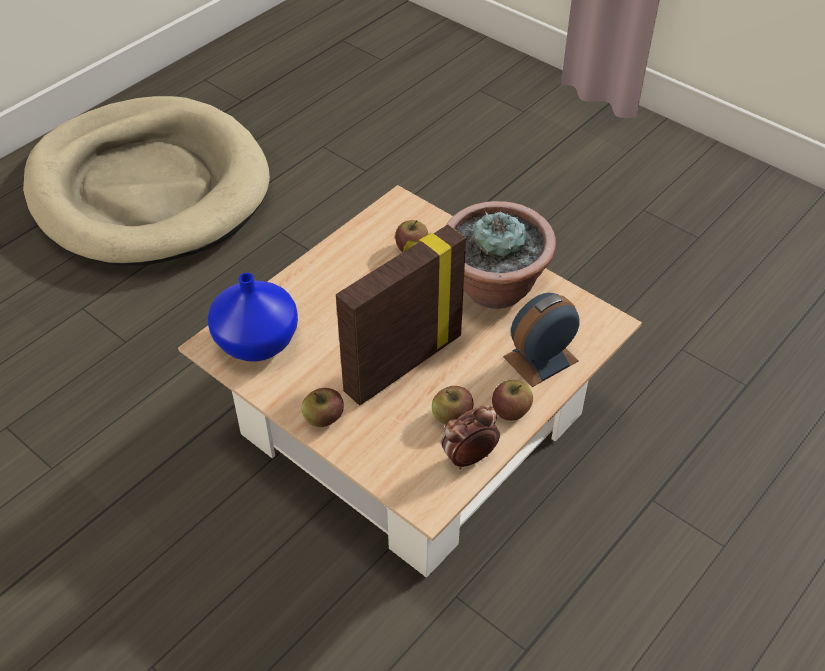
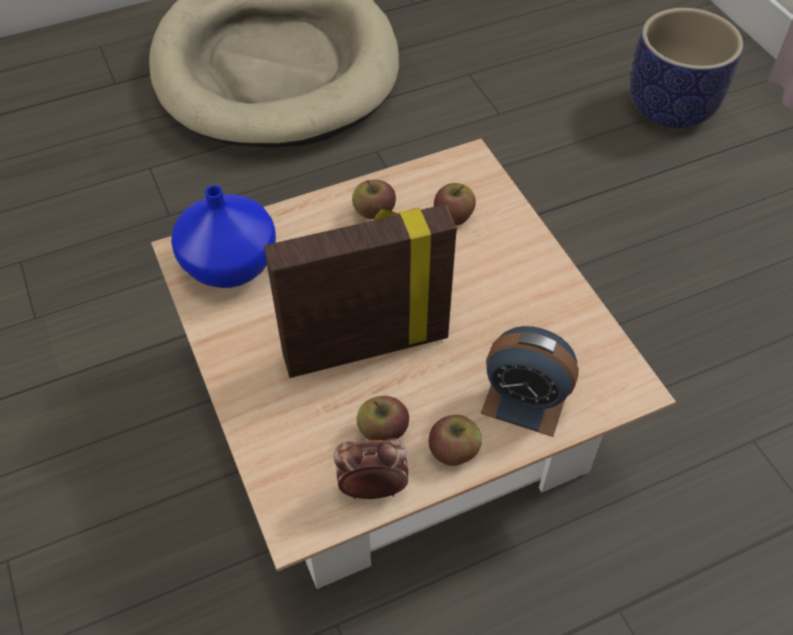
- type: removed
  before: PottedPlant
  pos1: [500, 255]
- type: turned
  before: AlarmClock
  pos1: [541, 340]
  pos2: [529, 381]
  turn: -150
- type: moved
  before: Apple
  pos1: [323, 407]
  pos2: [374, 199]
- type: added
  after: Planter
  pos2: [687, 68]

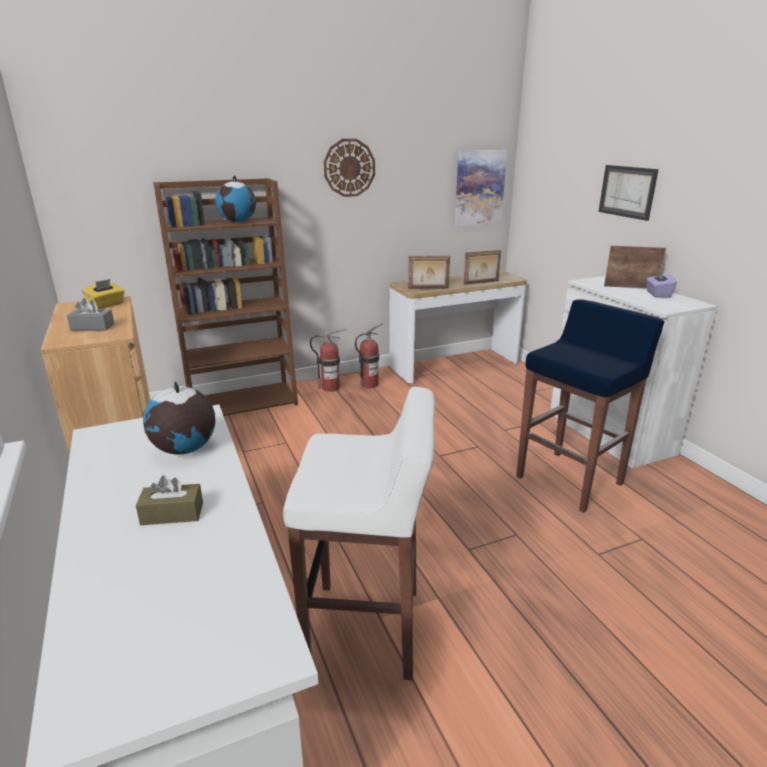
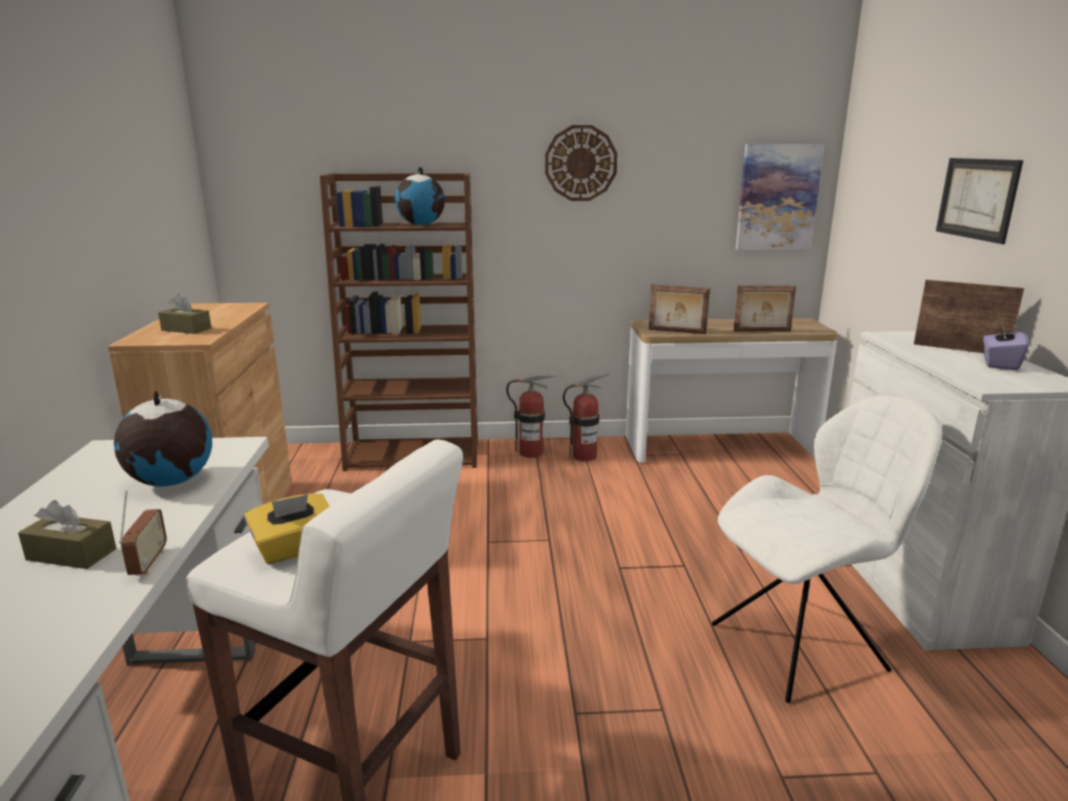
- type: moved
  before: YellowTissueBox
  pos1: [103, 294]
  pos2: [287, 529]
- type: recoloured
  before: GreyTissueBox
  after: BrownTissueBox
  pos1: [90, 314]
  pos2: [185, 314]
- type: replaced
  before: BlueStool
  after: WhiteChair
  pos1: [590, 406]
  pos2: [827, 549]
- type: added
  after: Radio
  pos2: [143, 533]

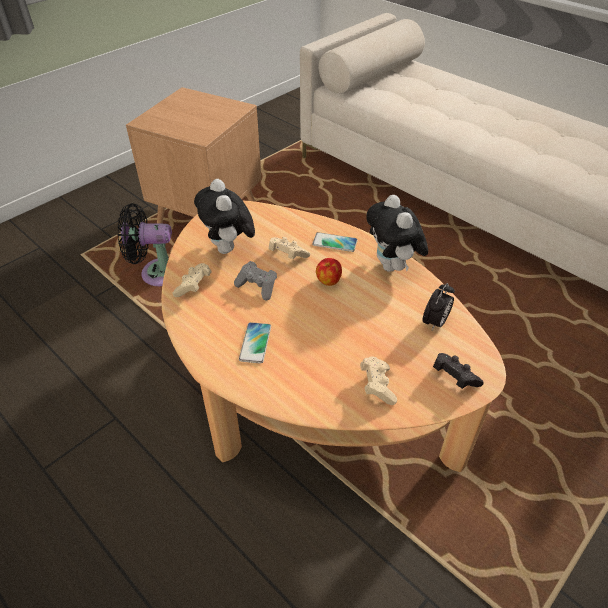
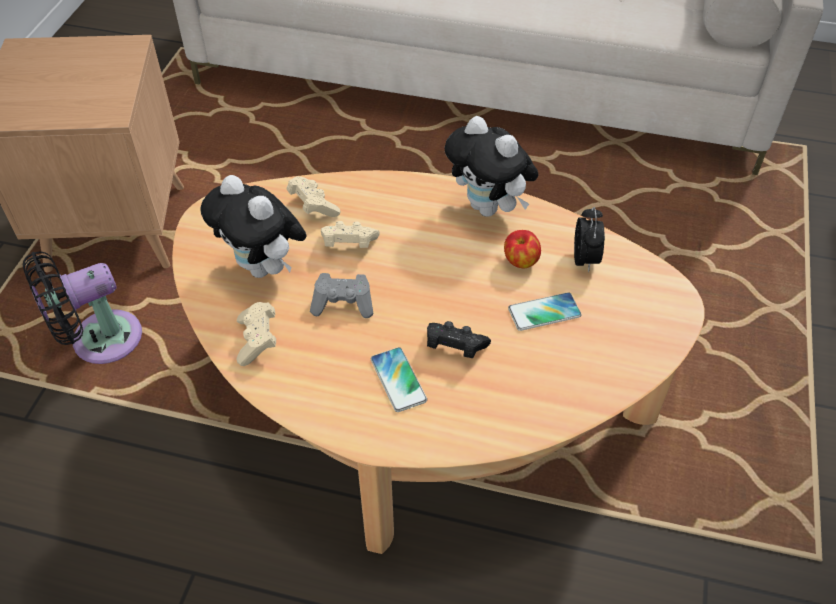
- type: moved
  before: Phone
  pos1: [335, 242]
  pos2: [545, 311]
- type: moved
  before: Apple
  pos1: [329, 272]
  pos2: [522, 249]
- type: moved
  before: BlackGameController
  pos1: [458, 371]
  pos2: [459, 339]
- type: moved
  before: BeigeGameController
  pos1: [378, 380]
  pos2: [313, 196]

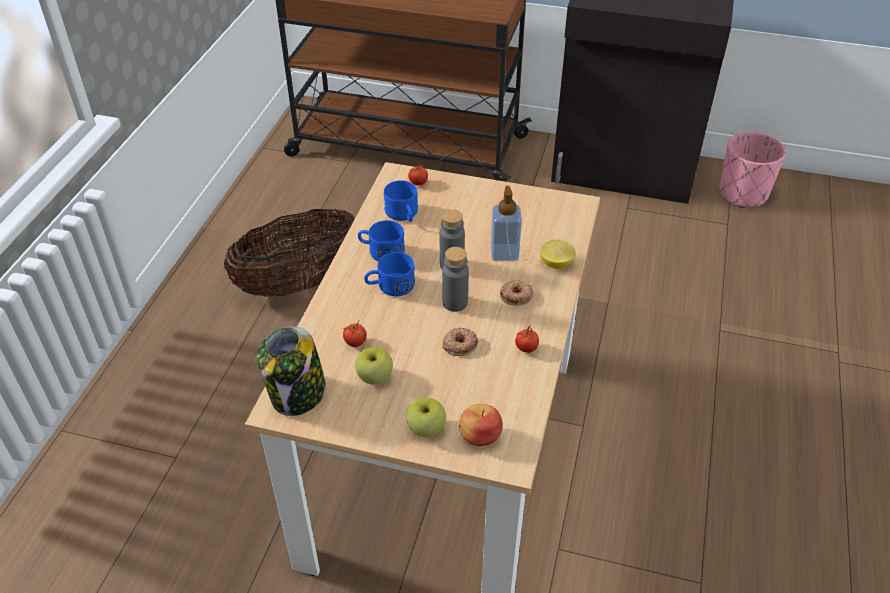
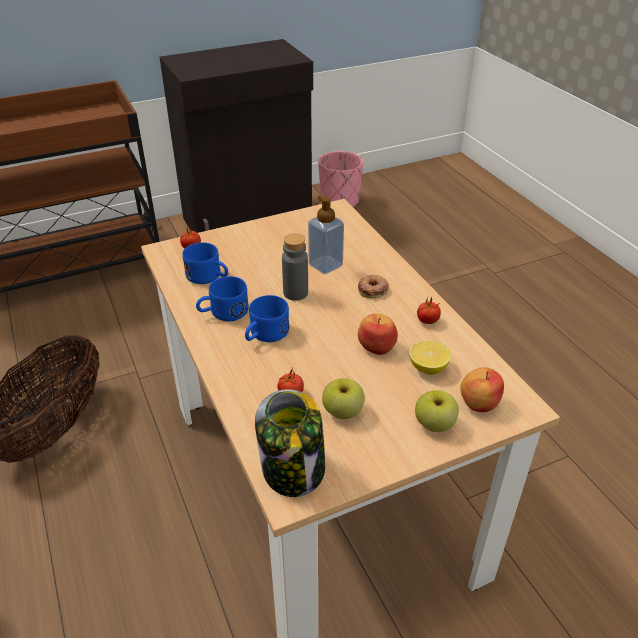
- type: moved
  before: Lemon
  pos1: [558, 254]
  pos2: [430, 357]
- type: removed
  before: GreyBottle
  pos1: [455, 279]
- type: replaced
  before: Donut
  after: Apple
  pos1: [460, 342]
  pos2: [378, 334]

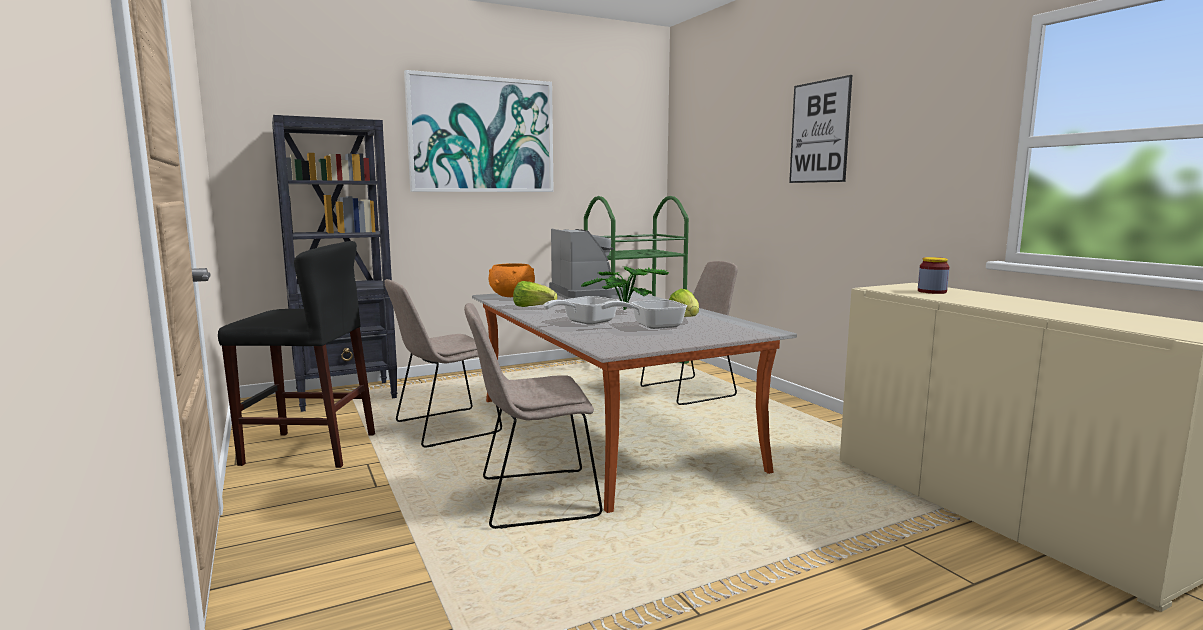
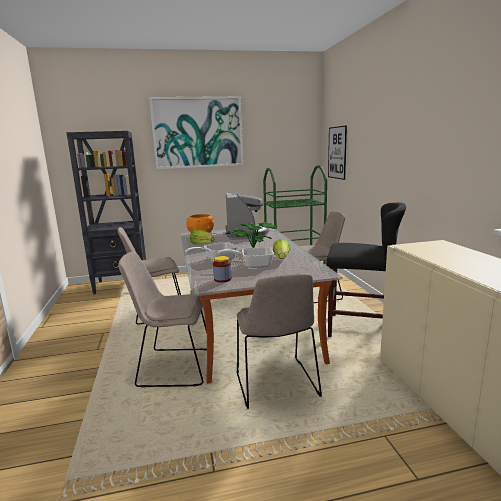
- type: moved
  before: Picture
  pos1: [820, 129]
  pos2: [337, 152]
- type: moved
  before: BlackStool
  pos1: [296, 354]
  pos2: [366, 269]
- type: moved
  before: Jar
  pos1: [933, 275]
  pos2: [222, 269]
- type: added
  after: BeigeChair
  pos2: [279, 341]

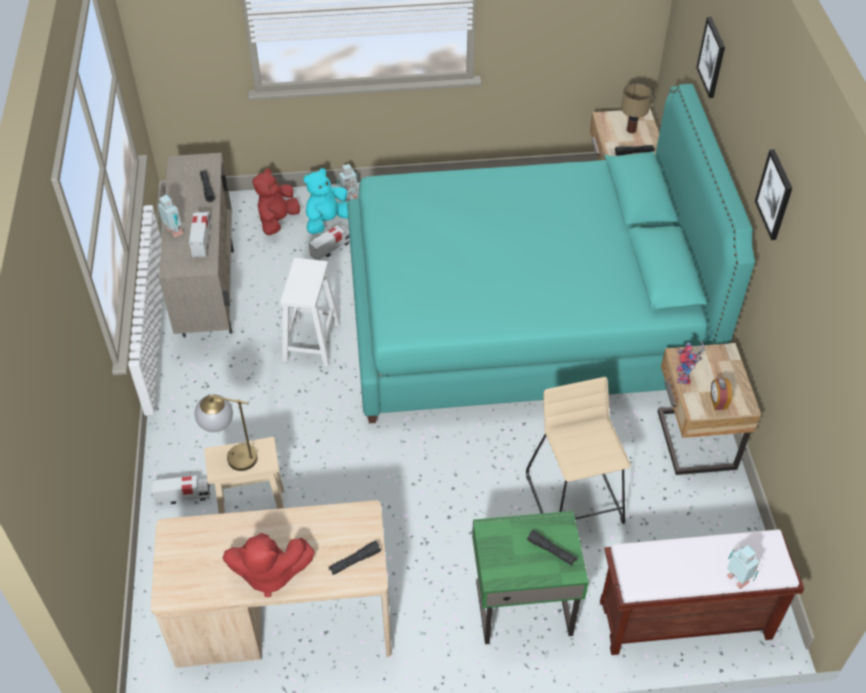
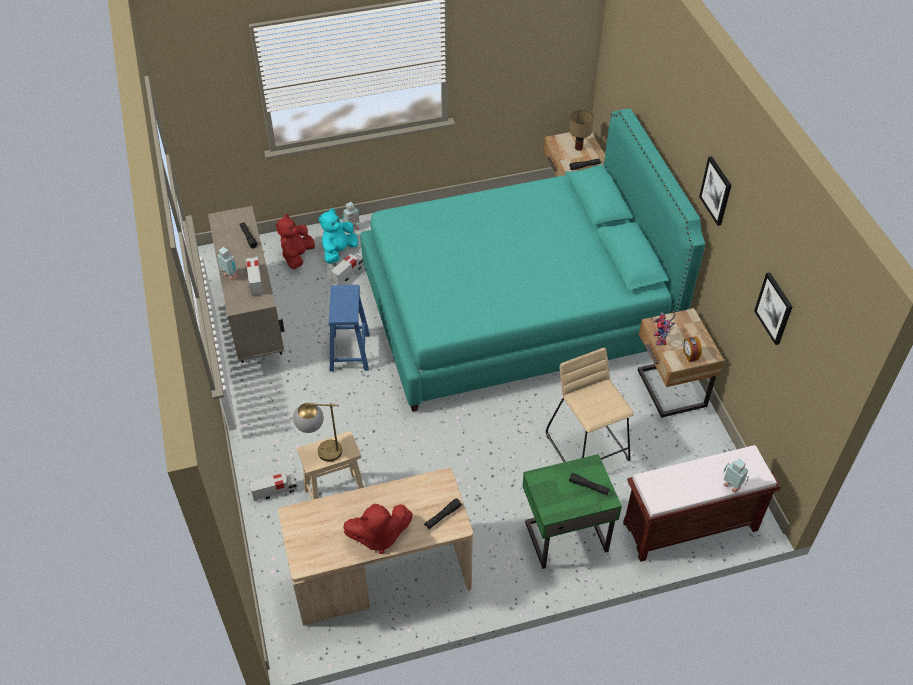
- type: moved
  before: Picture
  pos1: [710, 57]
  pos2: [773, 308]
- type: recoloured
  before: WhiteStool
  after: BlueStool
  pos1: [310, 312]
  pos2: [349, 328]

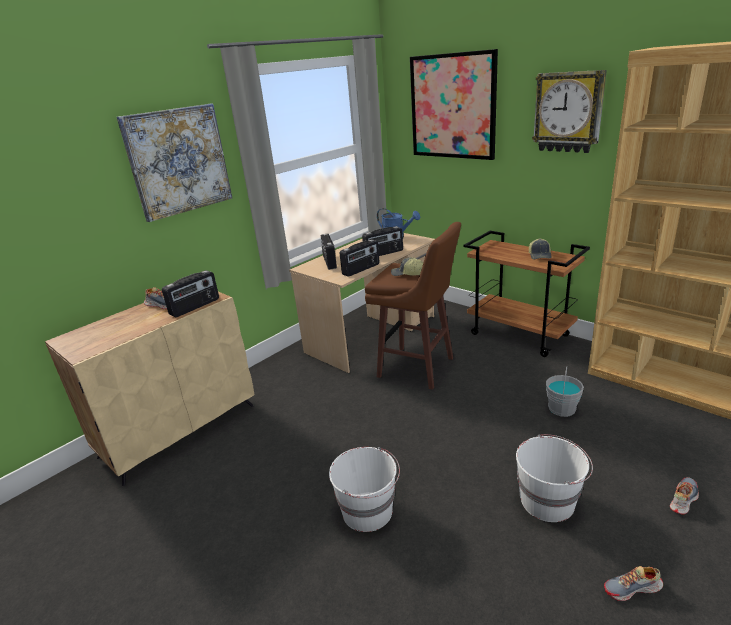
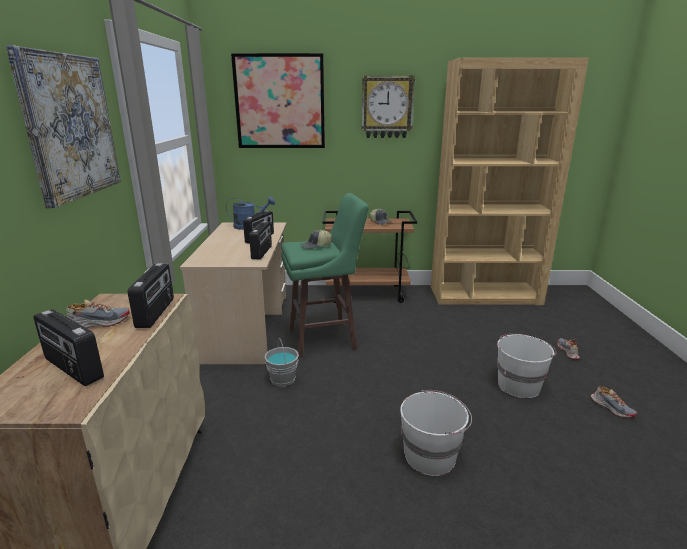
- type: recoloured
  before: BrownStool
  after: GreenStool
  pos1: [413, 306]
  pos2: [325, 275]
- type: moved
  before: Radio
  pos1: [329, 252]
  pos2: [69, 347]
- type: moved
  before: GreyBucket
  pos1: [565, 392]
  pos2: [281, 362]
- type: turned
  before: Shoe
  pos1: [633, 583]
  pos2: [614, 402]
  turn: -75

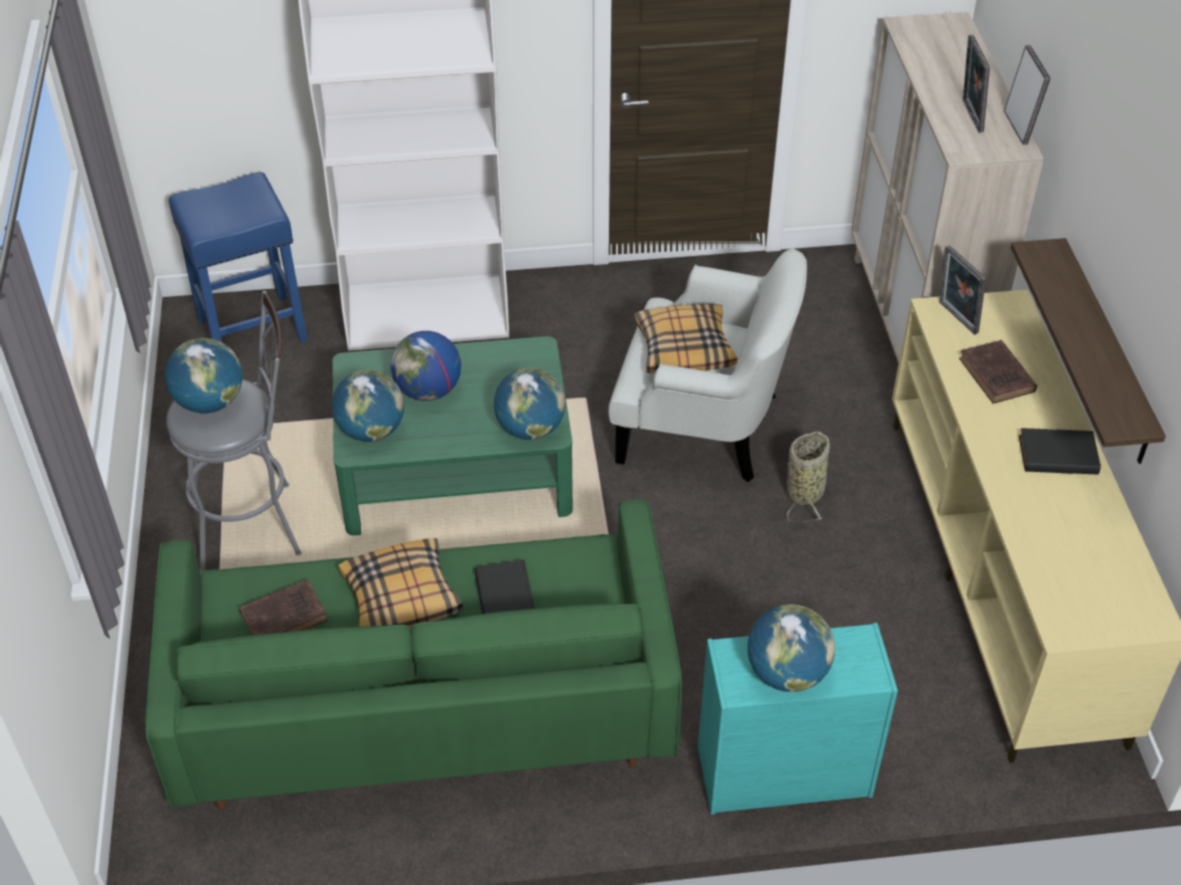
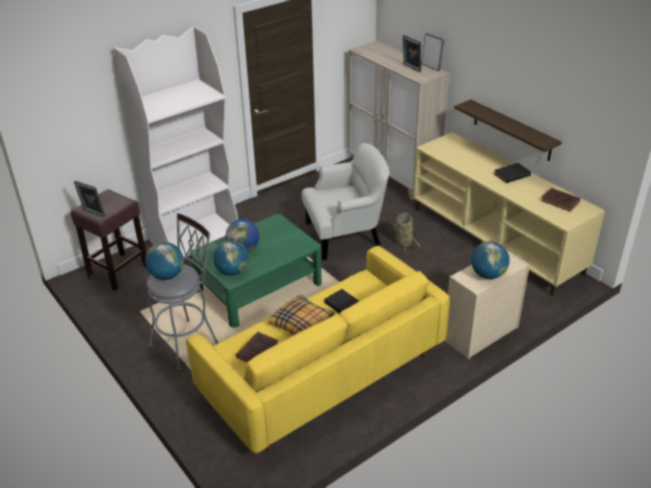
- type: recoloured
  before: BlueStool
  after: BrownStool
  pos1: [238, 257]
  pos2: [109, 240]
- type: moved
  before: PictureFrame
  pos1: [962, 290]
  pos2: [89, 198]
- type: removed
  before: Pillow
  pos1: [685, 339]
- type: moved
  before: BrownBook
  pos1: [998, 372]
  pos2: [560, 199]
- type: removed
  before: Globe
  pos1: [530, 404]
- type: recoloured
  before: GreenSofa
  after: YellowSofa
  pos1: [413, 654]
  pos2: [318, 349]
- type: recoloured
  before: TurquoiseDresser
  after: BeigeDresser
  pos1: [798, 719]
  pos2: [487, 305]

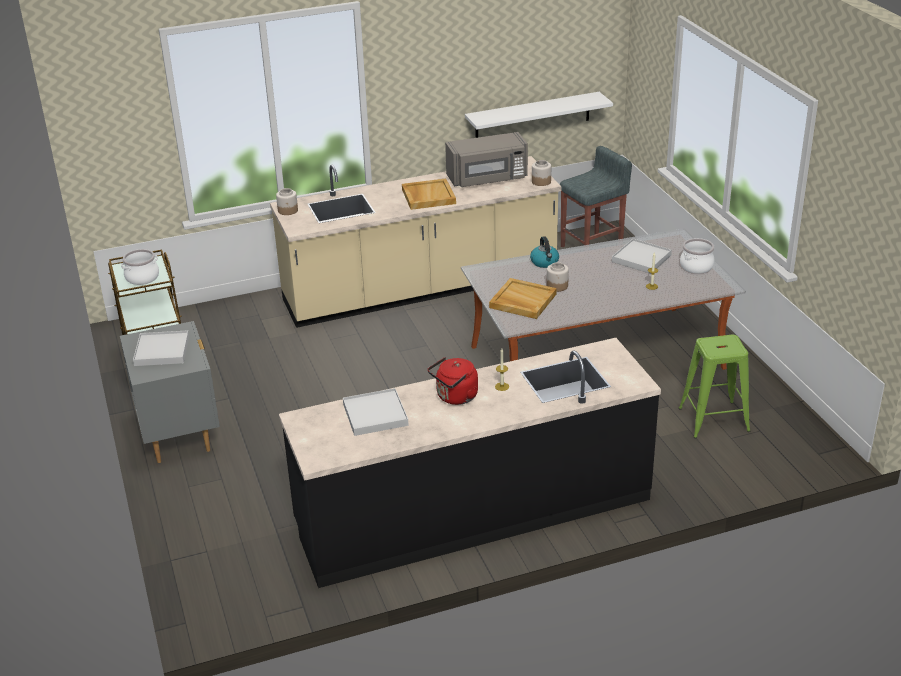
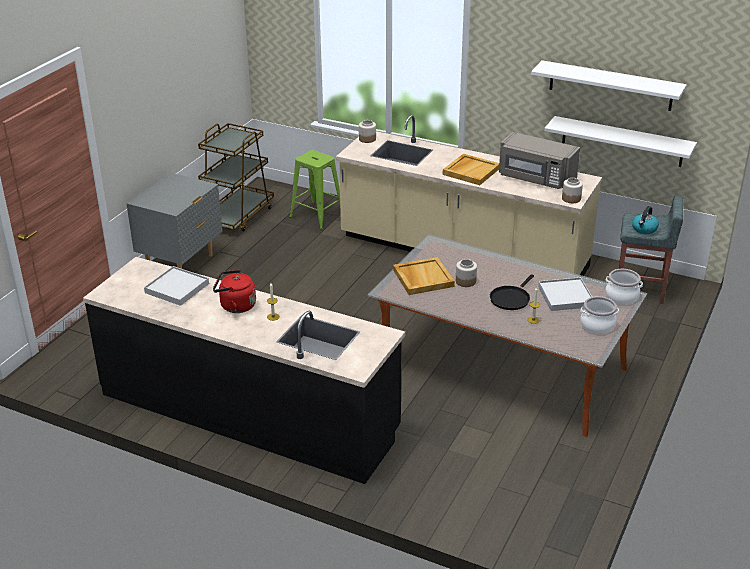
- type: moved
  before: Kettle
  pos1: [544, 252]
  pos2: [645, 220]
- type: moved
  before: CookingPot
  pos1: [140, 267]
  pos2: [624, 287]
- type: removed
  before: WhiteTray
  pos1: [161, 348]
- type: moved
  before: GreenStool
  pos1: [714, 386]
  pos2: [314, 189]
- type: added
  after: WhiteShelf
  pos2: [609, 85]
- type: added
  after: BlackFryingPan
  pos2: [512, 292]

